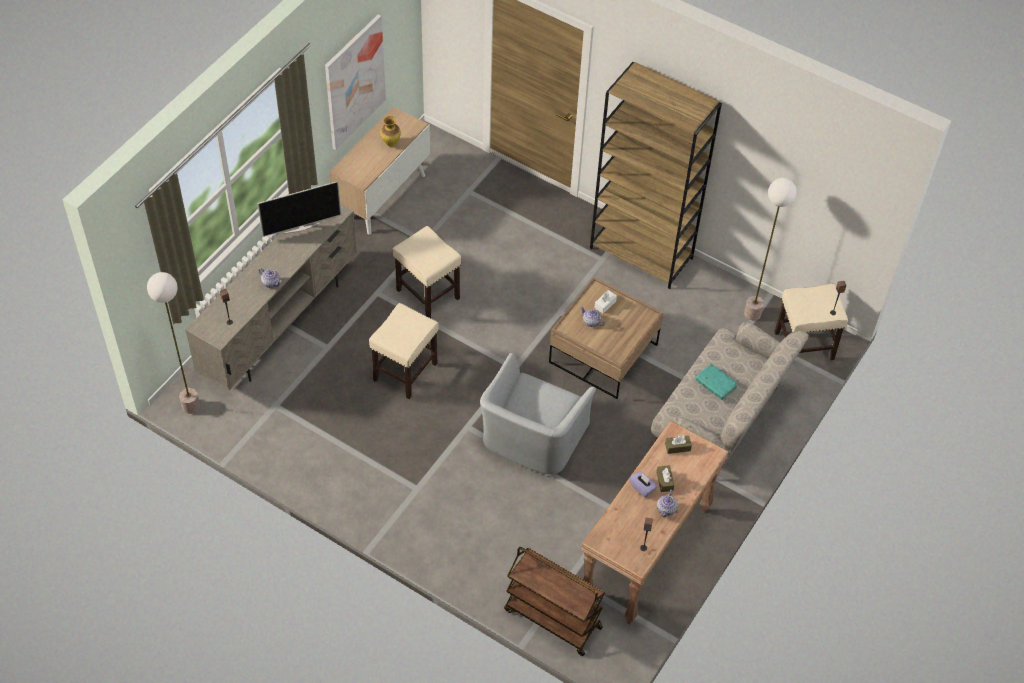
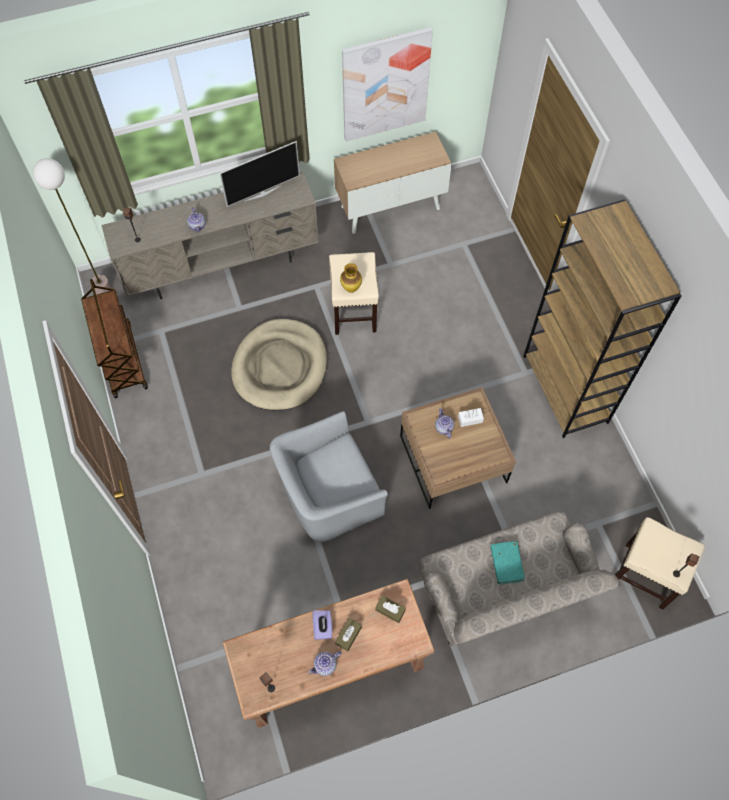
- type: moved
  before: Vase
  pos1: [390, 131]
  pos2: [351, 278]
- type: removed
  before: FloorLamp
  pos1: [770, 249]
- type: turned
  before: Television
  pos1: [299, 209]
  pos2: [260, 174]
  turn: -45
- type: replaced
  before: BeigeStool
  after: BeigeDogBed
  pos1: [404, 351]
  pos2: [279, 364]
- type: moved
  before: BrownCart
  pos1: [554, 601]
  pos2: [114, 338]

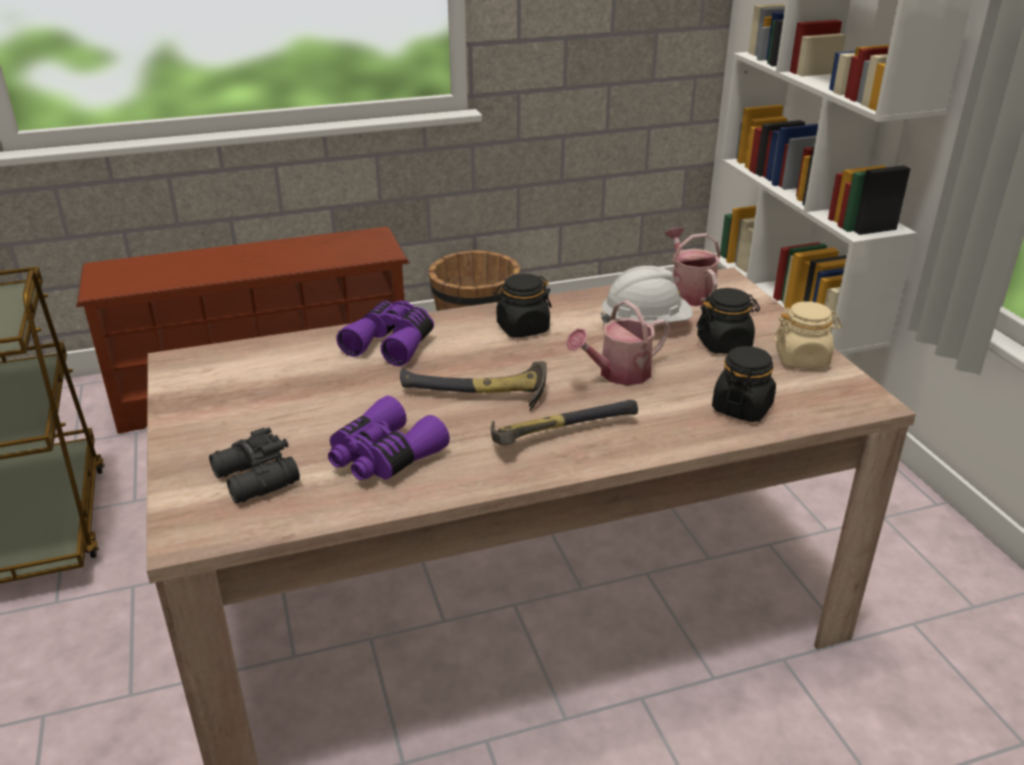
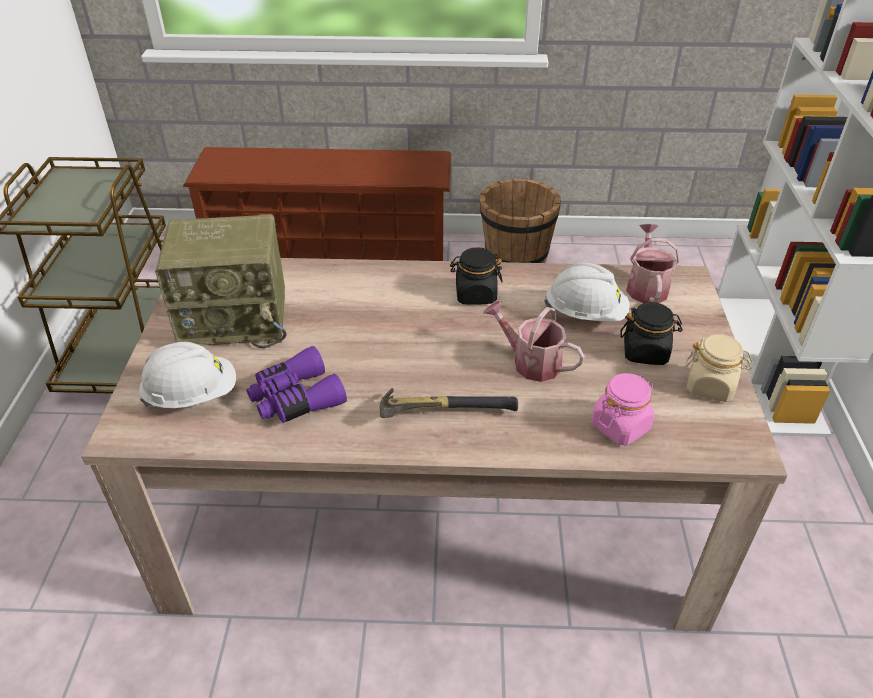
- type: removed
  before: PurpleBinoculars
  pos1: [385, 333]
- type: turned
  before: WateringCan
  pos1: [618, 342]
  pos2: [534, 341]
  turn: 45
- type: recoloured
  before: BlackJar
  after: PinkJar
  pos1: [744, 384]
  pos2: [623, 409]
- type: removed
  before: Hammer
  pos1: [473, 386]
- type: replaced
  before: BlackBinoculars
  after: WhiteHardHat
  pos1: [254, 466]
  pos2: [187, 375]
- type: added
  after: Radio
  pos2: [220, 281]

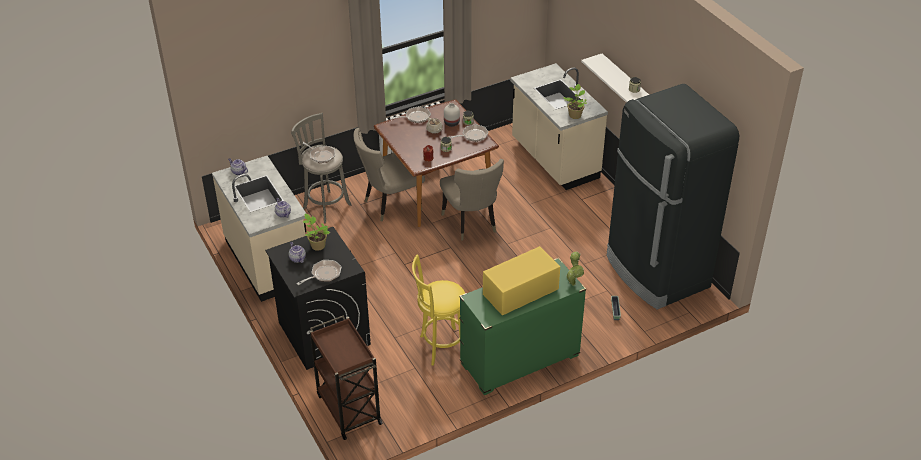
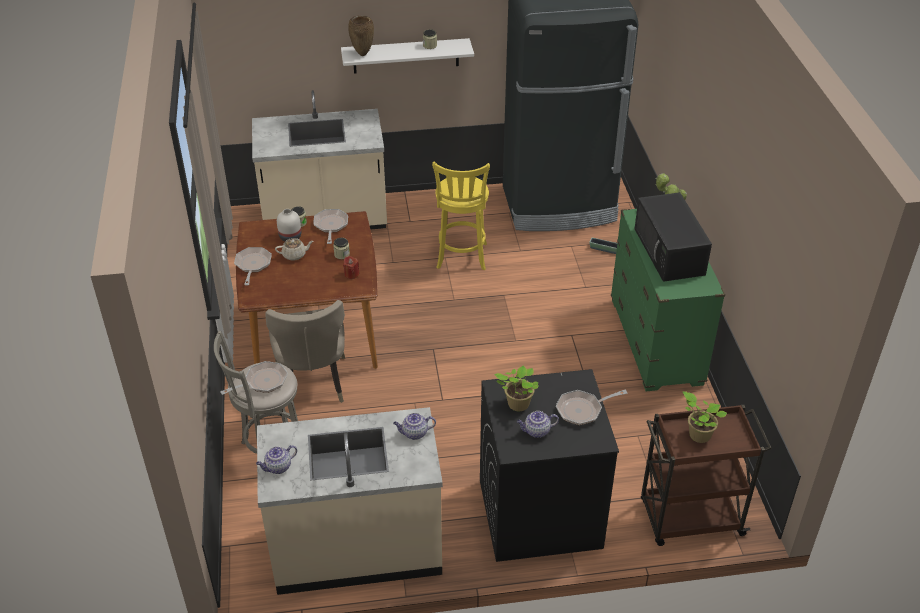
- type: moved
  before: PottedPlant
  pos1: [575, 101]
  pos2: [705, 417]
- type: removed
  before: BeigeChair
  pos1: [472, 199]
- type: recoloured
  before: YellowMicrowave
  after: BlackMicrowave
  pos1: [521, 280]
  pos2: [673, 237]
- type: moved
  before: YellowStool
  pos1: [438, 310]
  pos2: [461, 216]
- type: turned
  before: FryingPan
  pos1: [319, 272]
  pos2: [591, 407]
  turn: -90
- type: added
  after: BrownVase
  pos2: [361, 35]

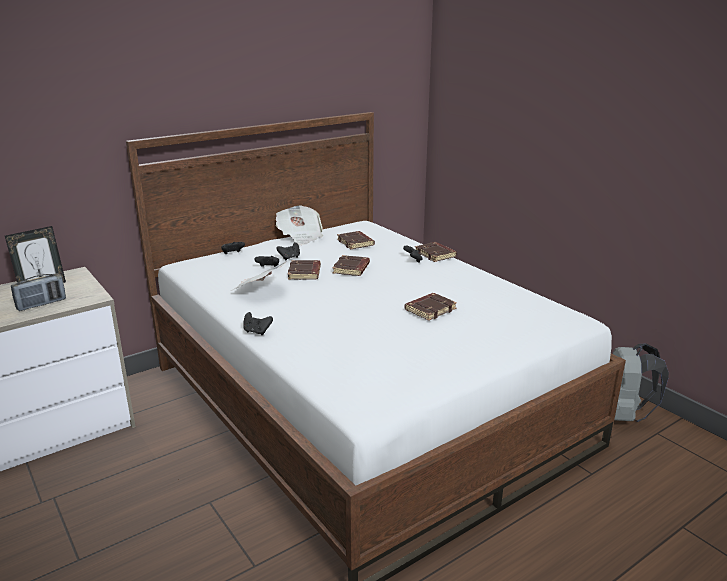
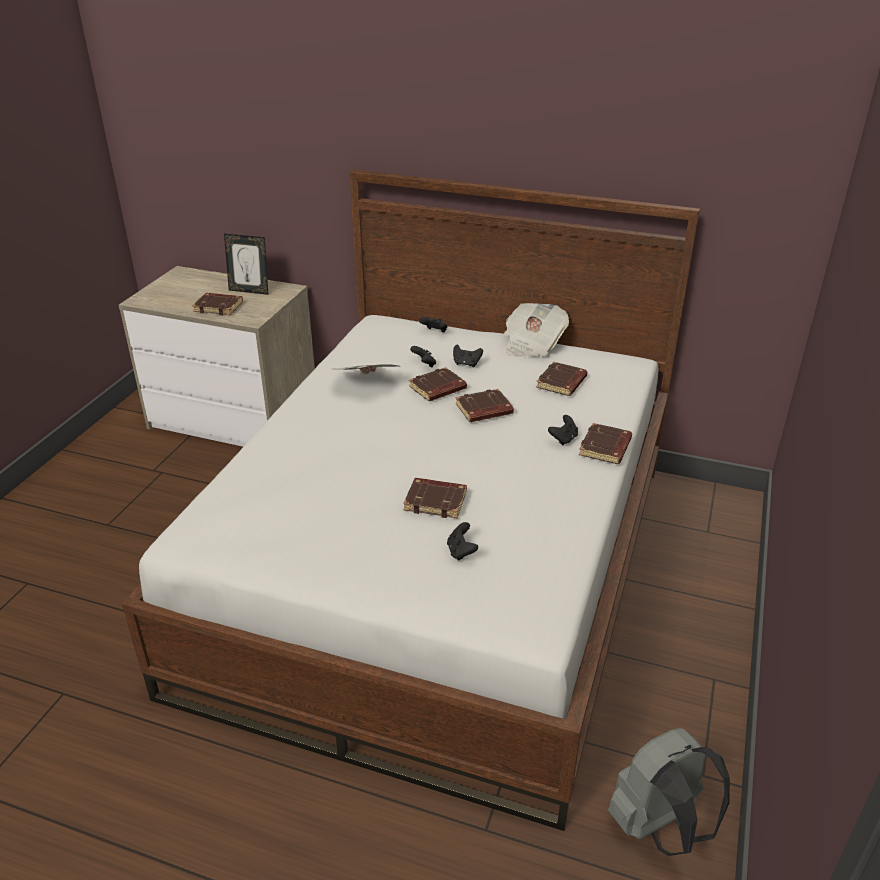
- type: replaced
  before: Radio
  after: BrownBook
  pos1: [38, 292]
  pos2: [217, 304]
- type: moved
  before: BlackGameController
  pos1: [258, 323]
  pos2: [462, 541]

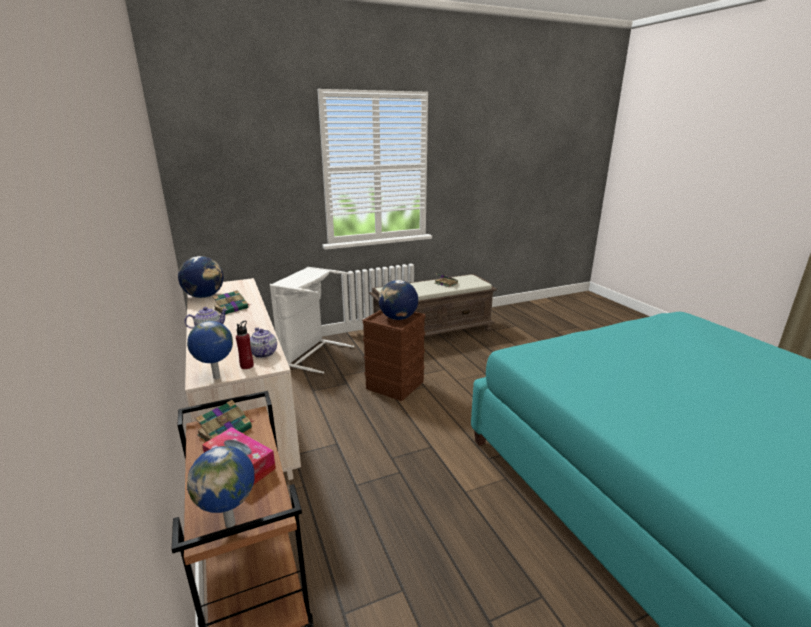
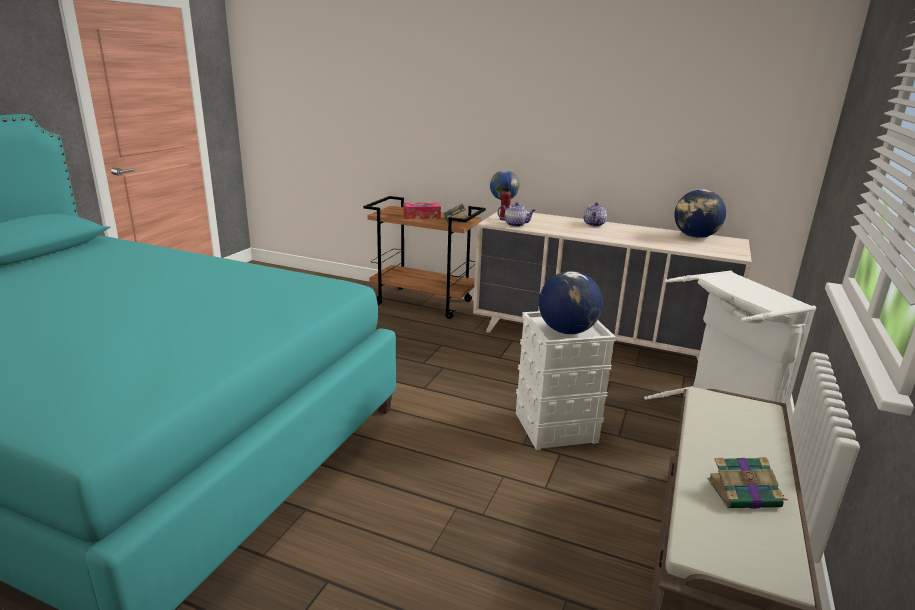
- type: removed
  before: Book
  pos1: [232, 302]
- type: recoloured
  before: BrownStorageBox
  after: WhiteStorageBox
  pos1: [394, 355]
  pos2: [566, 380]
- type: removed
  before: Globe
  pos1: [221, 487]

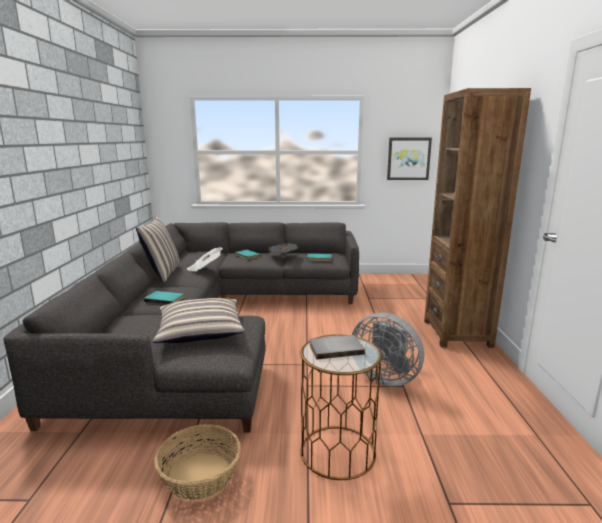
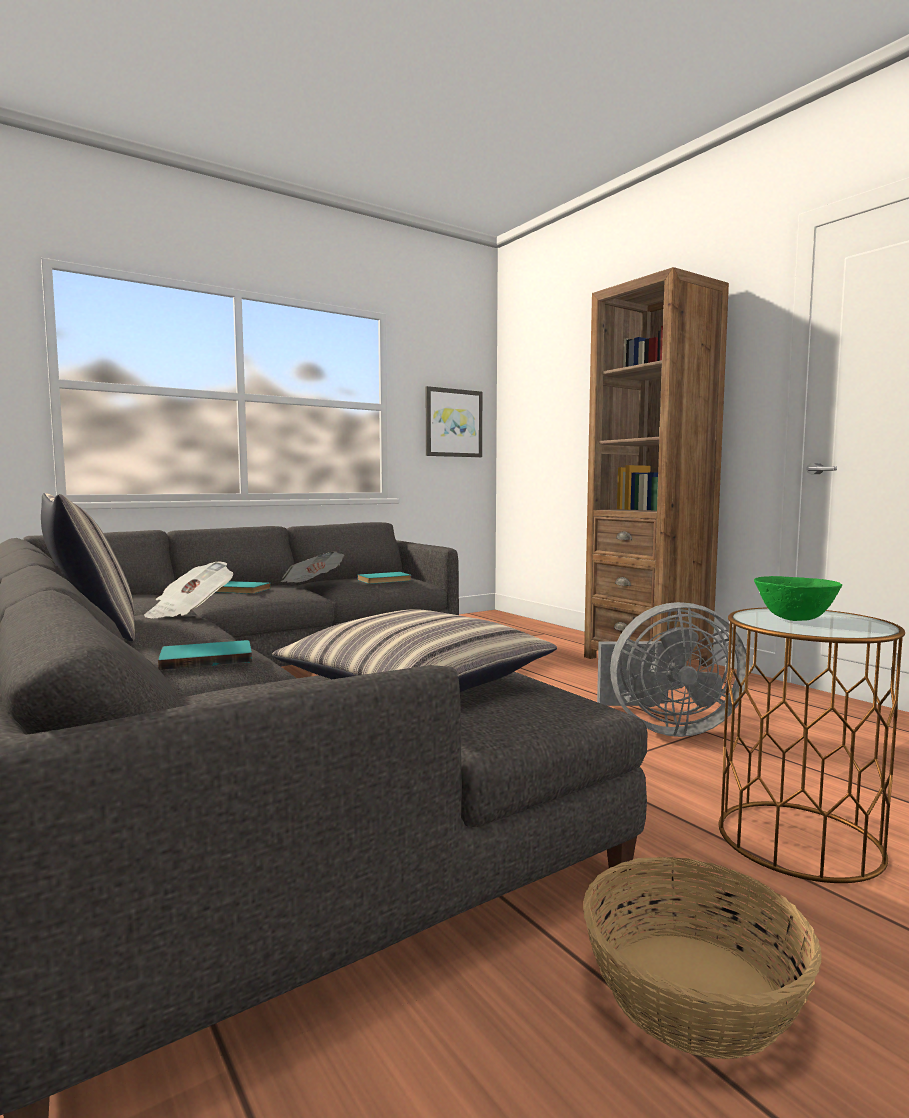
- type: replaced
  before: GreyBook
  after: GreenBowl
  pos1: [337, 347]
  pos2: [798, 598]

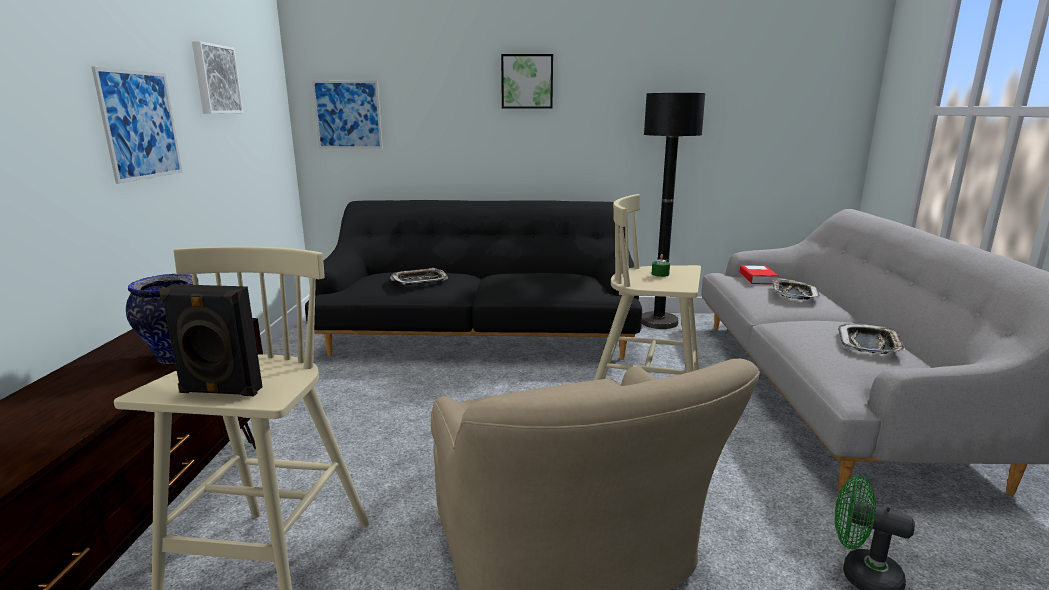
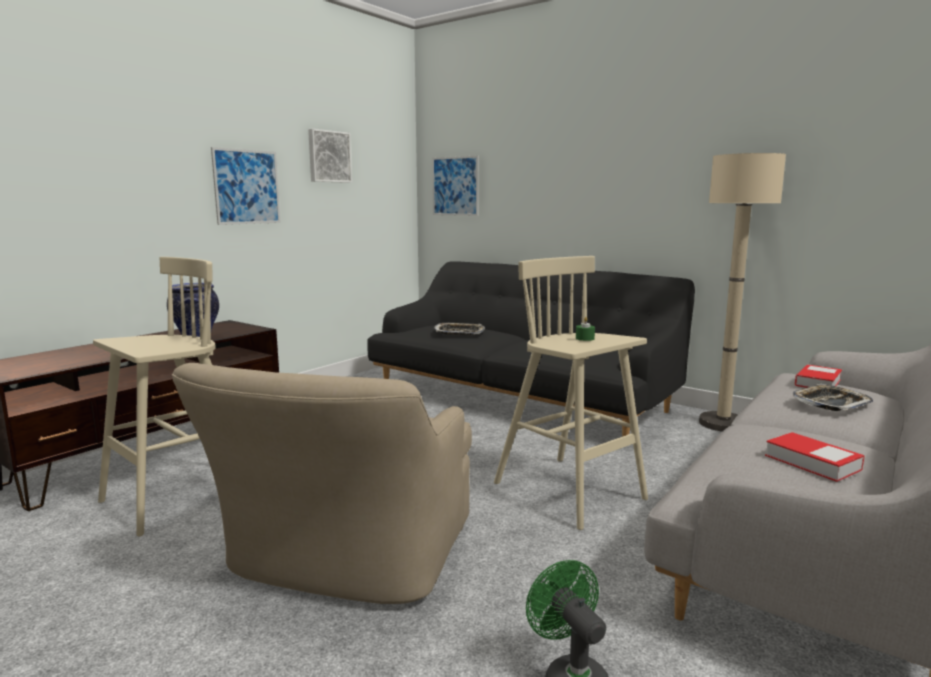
- type: removed
  before: Picture
  pos1: [527, 81]
- type: recoloured
  before: BlackFloorLamp
  after: BeigeFloorLamp
  pos1: [673, 210]
  pos2: [742, 292]
- type: removed
  before: BlackSpeaker
  pos1: [211, 340]
- type: replaced
  before: Tray
  after: Book
  pos1: [872, 339]
  pos2: [814, 457]

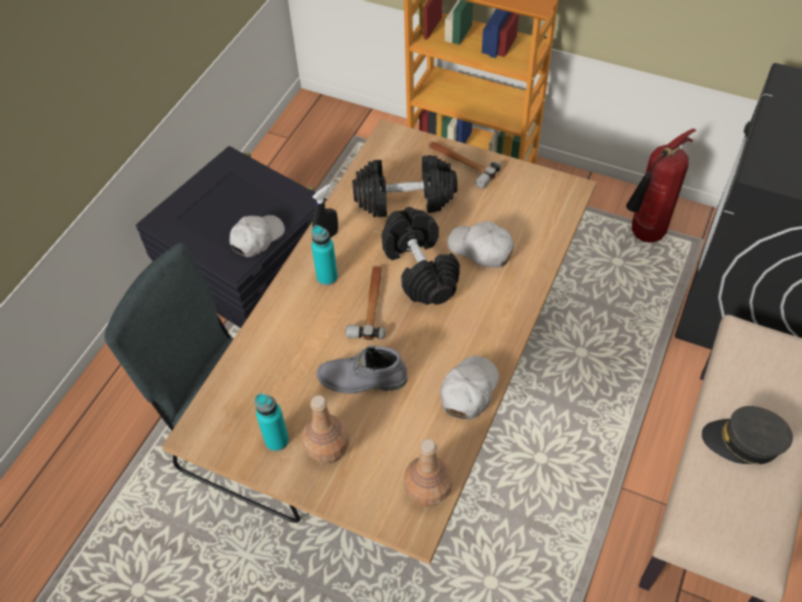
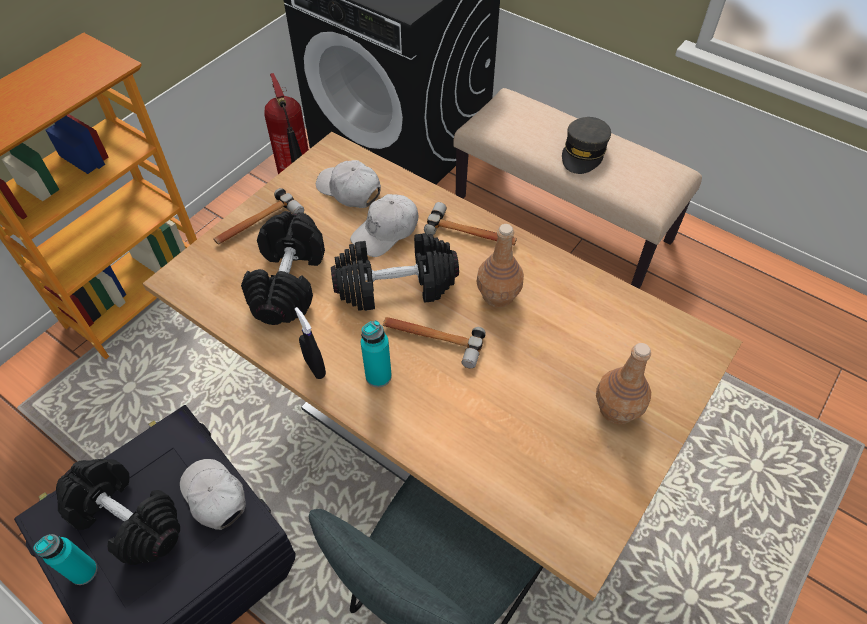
- type: removed
  before: GreyBoot
  pos1: [362, 369]
- type: moved
  before: WhiteCap
  pos1: [469, 388]
  pos2: [348, 184]
- type: moved
  before: TurquoiseBottle
  pos1: [272, 422]
  pos2: [65, 559]
- type: moved
  before: BrownBottle
  pos1: [428, 473]
  pos2: [500, 265]
- type: added
  after: Hammer
  pos2: [470, 223]
- type: added
  after: BlackDumbbell
  pos2: [118, 512]

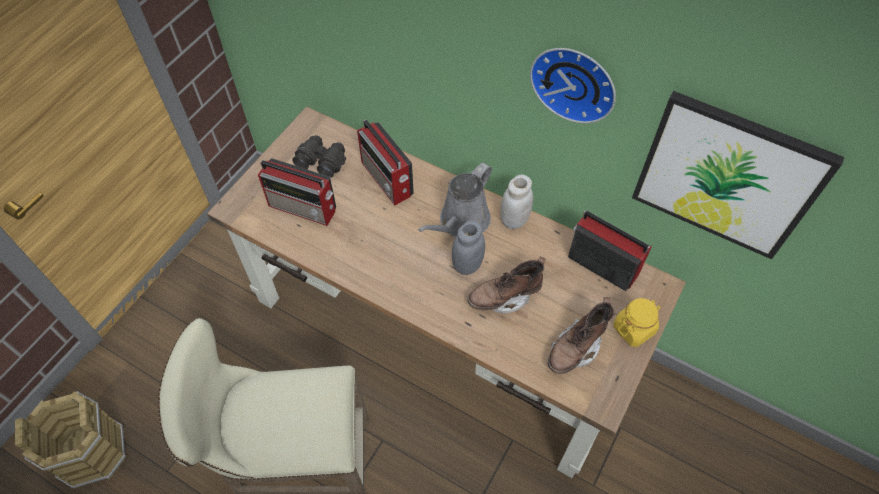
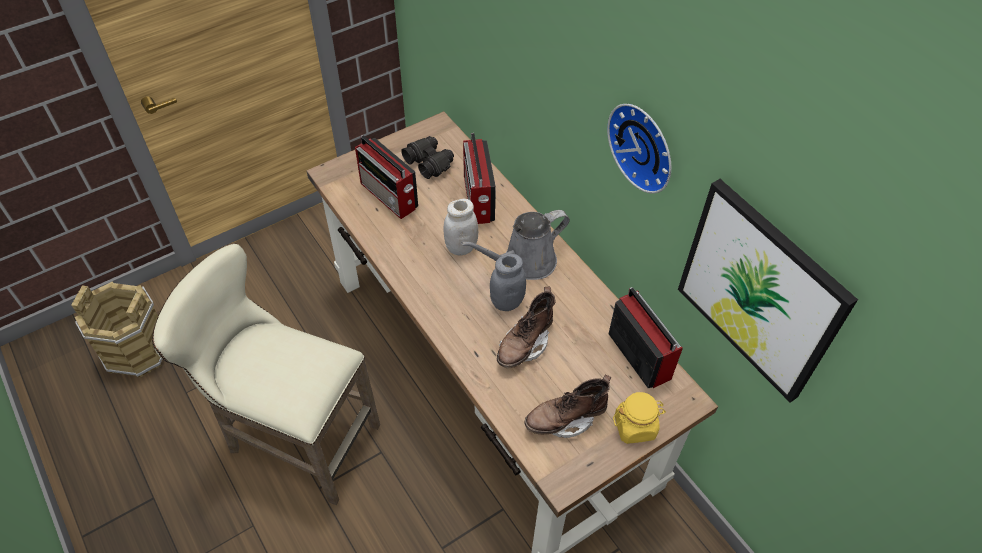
- type: moved
  before: WhiteJar
  pos1: [516, 202]
  pos2: [460, 227]
- type: turned
  before: BrownBoot
  pos1: [507, 285]
  pos2: [526, 328]
  turn: -60

